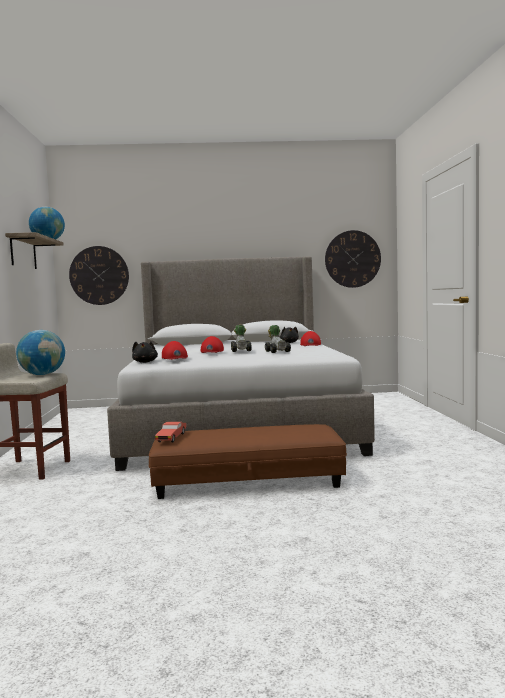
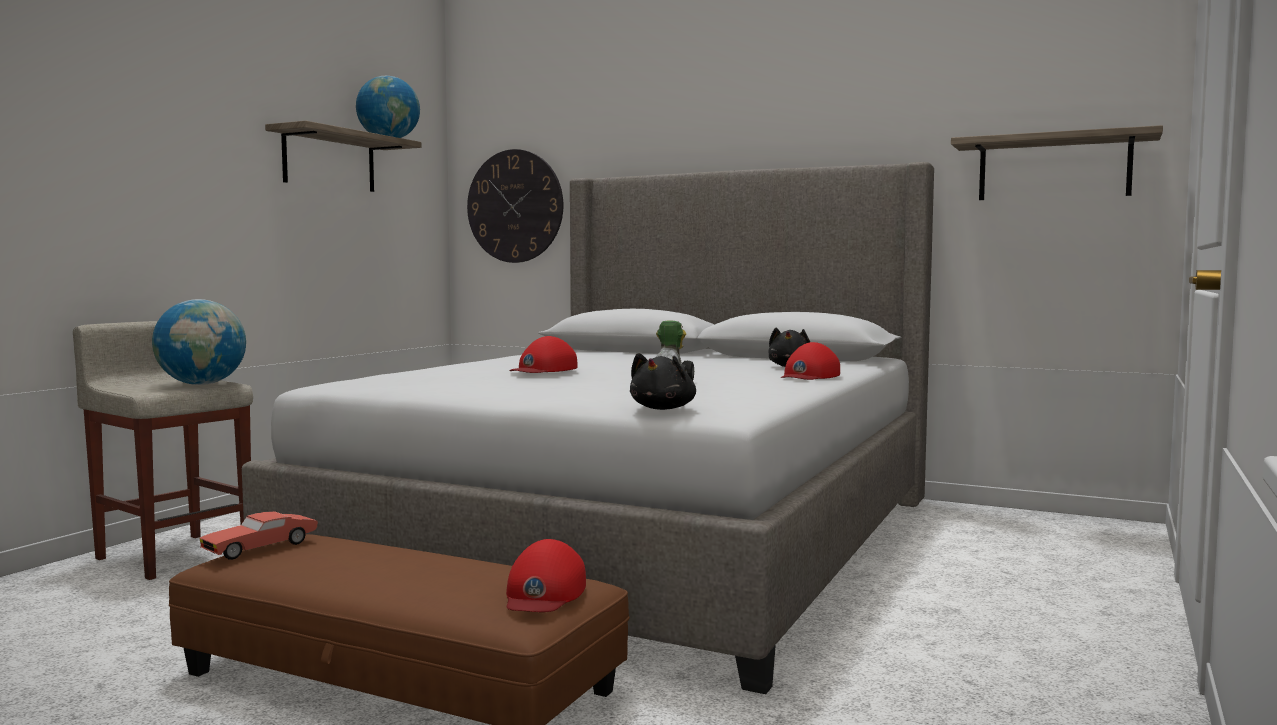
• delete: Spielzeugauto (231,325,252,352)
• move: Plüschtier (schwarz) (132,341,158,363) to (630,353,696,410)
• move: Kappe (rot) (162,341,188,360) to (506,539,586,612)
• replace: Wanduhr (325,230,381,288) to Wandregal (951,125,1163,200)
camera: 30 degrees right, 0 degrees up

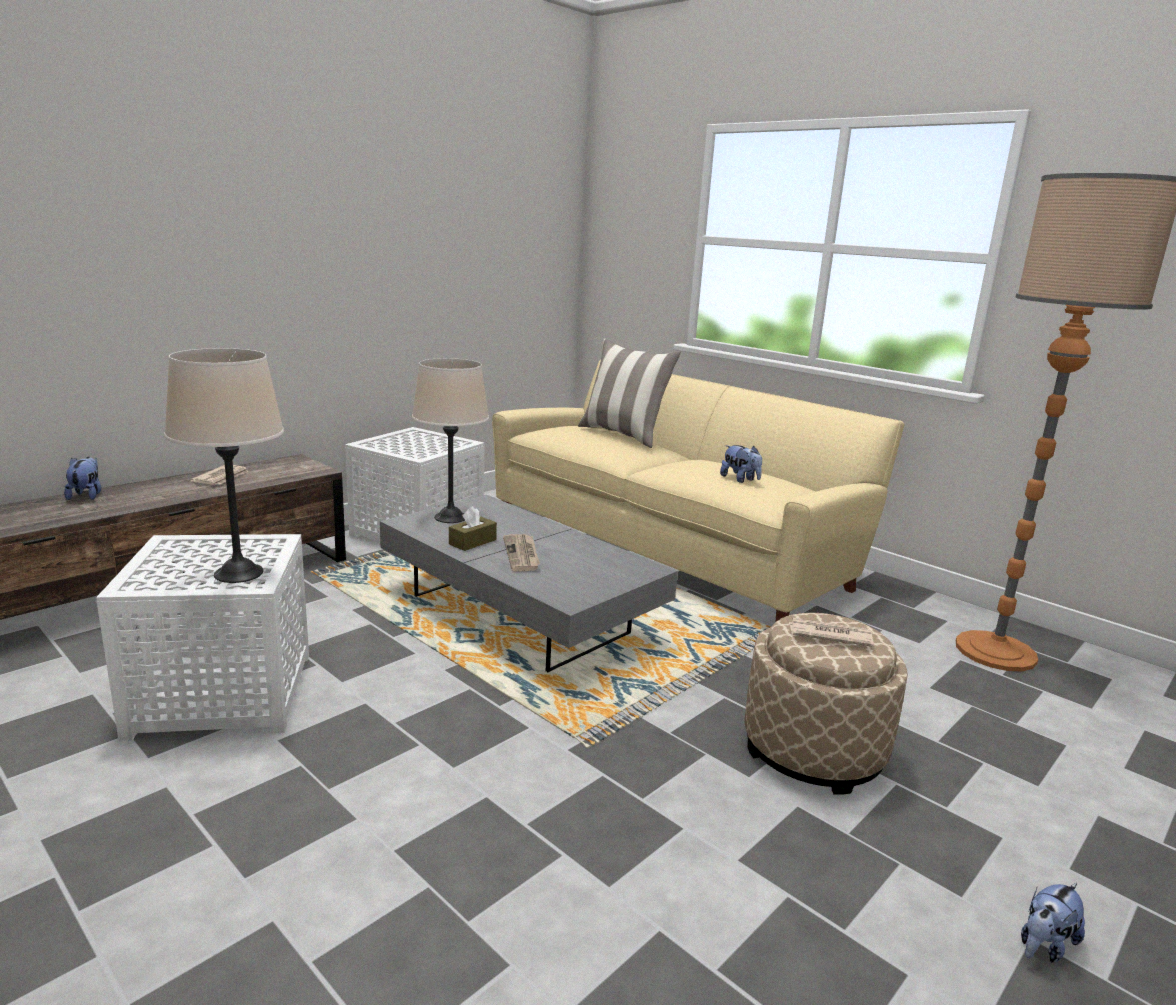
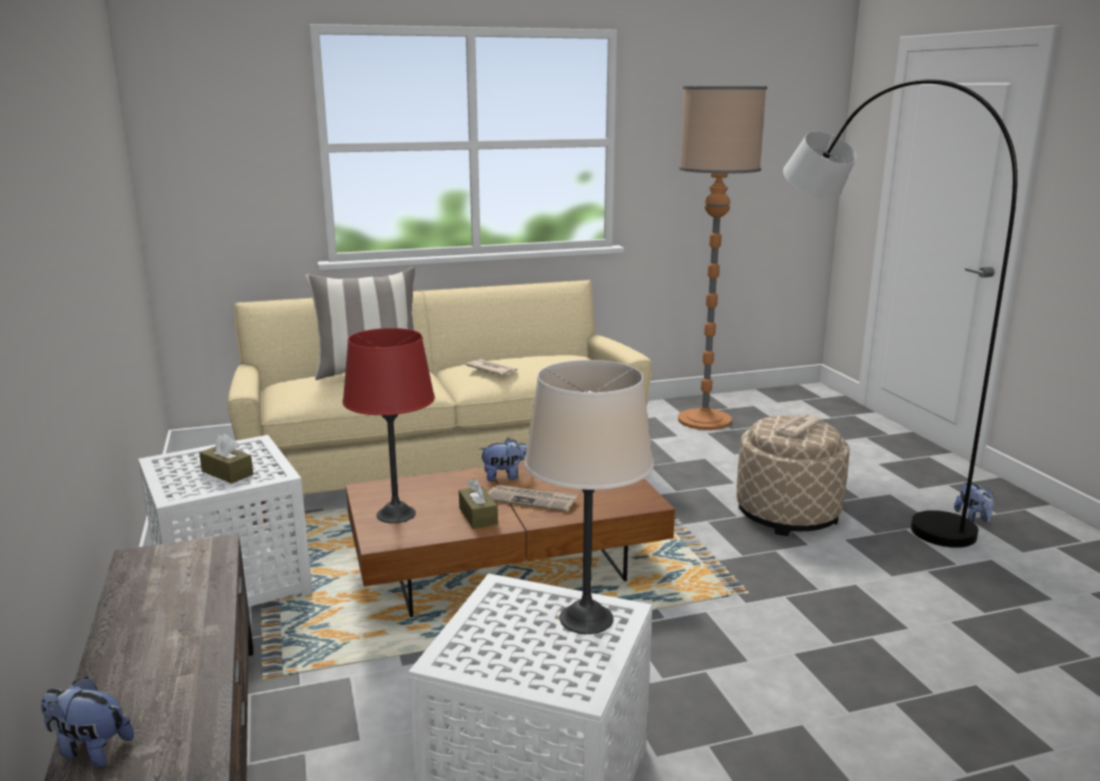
• insert: Taschentuchbox (braun) (199,434,253,484)
• insert: Stehlampe (grau) (783,79,1017,548)
• move: Zeitung (190,465,249,485) to (466,359,518,375)
• move: Plüschtier (720,445,762,483) to (479,438,527,481)
• recolor: Couchtisch (grau) (380,495,678,672) to Couchtisch (braun) (346,462,675,617)
• recolor: Tischlampe (beige) (412,358,489,523) to Tischlampe (rot) (343,328,435,523)
camera: 60 degrees left, 0 degrees up

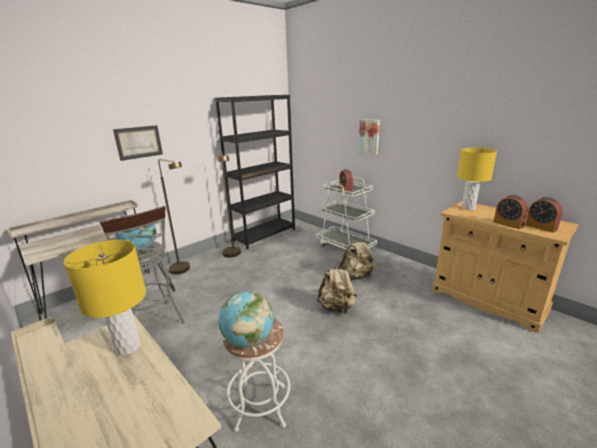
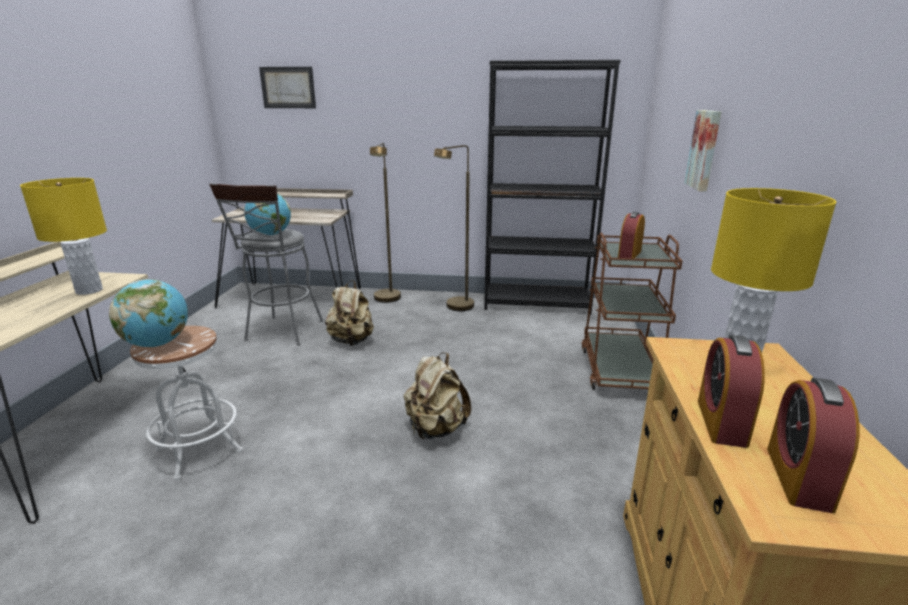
• move: Bild (113,125,163,161) to (259,67,316,108)
• move: Rucksack (beige) (338,238,375,280) to (325,280,374,346)
• recolor: Rollwagen (weiß) (315,177,377,250) to Rollwagen (braun) (581,233,682,390)
camera: 50 degrees right, 0 degrees up

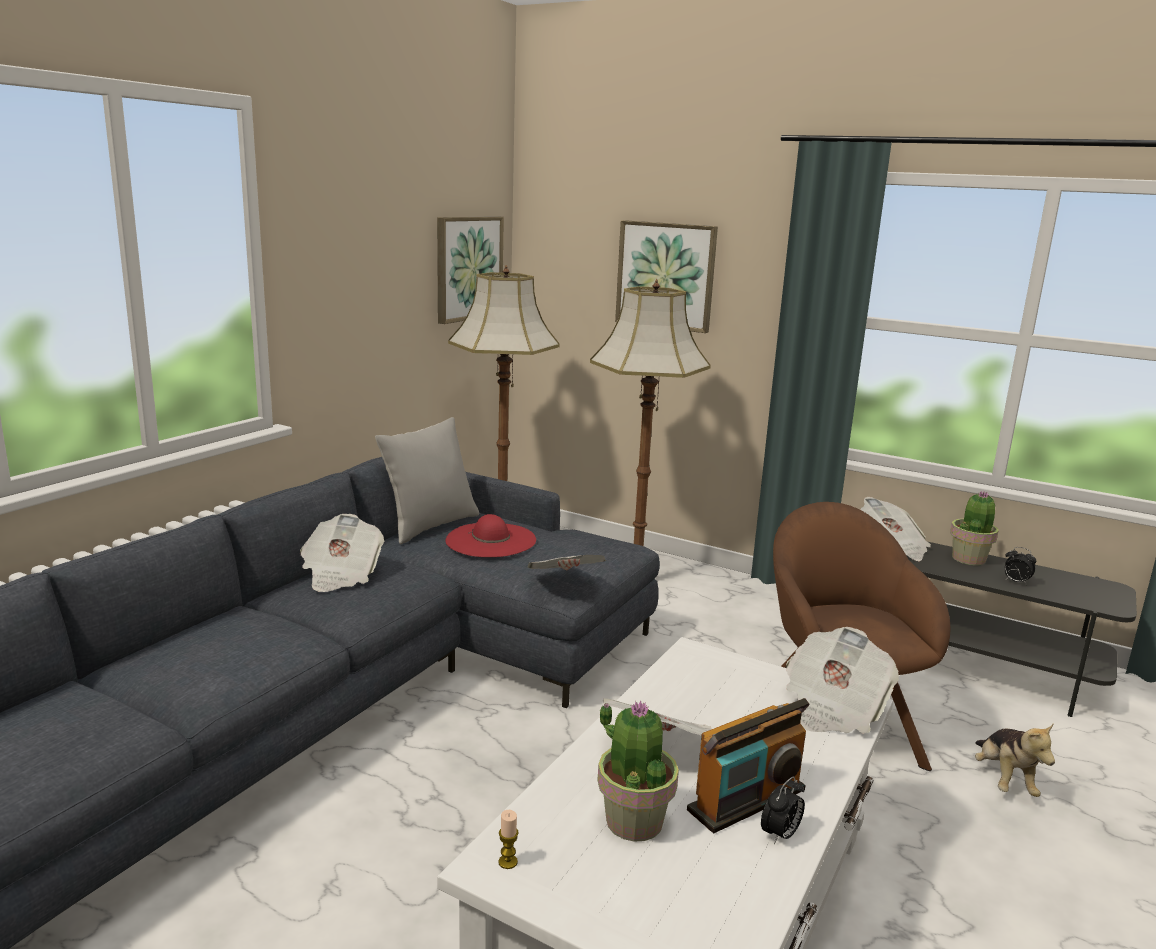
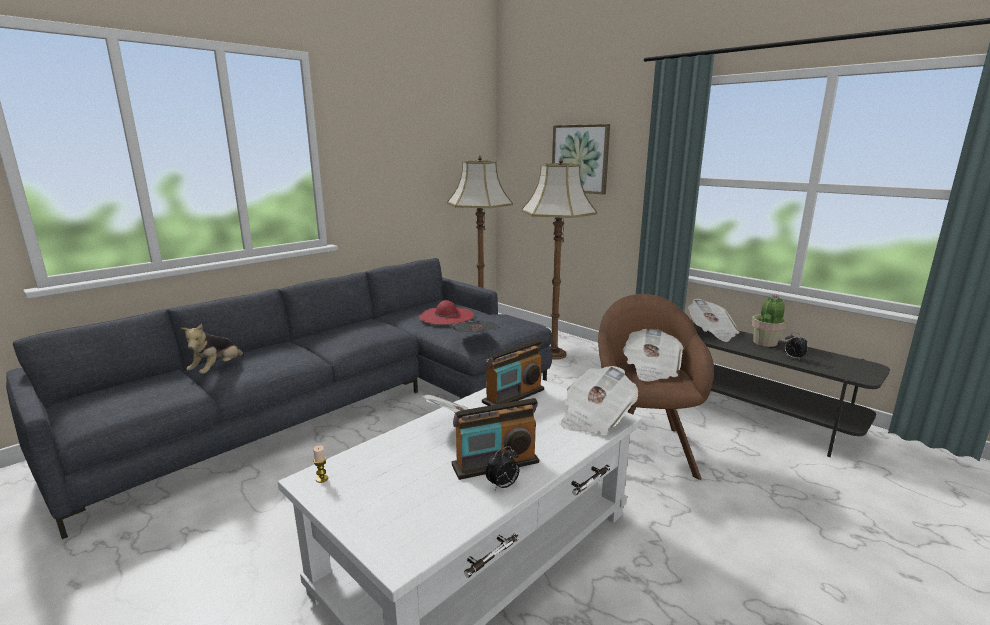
• delete: Kissen (grau) (375,417,479,544)
• delete: Bild (437,216,504,324)
• delete: Topfpflanze (598,701,679,842)
• insert: Radio (482,339,544,406)
• move: Zeitung (300,514,384,592) to (623,329,683,382)
• move: Plüschtier (975,724,1055,797) to (181,324,245,374)
camera: 15 degrees right, 0 degrees up

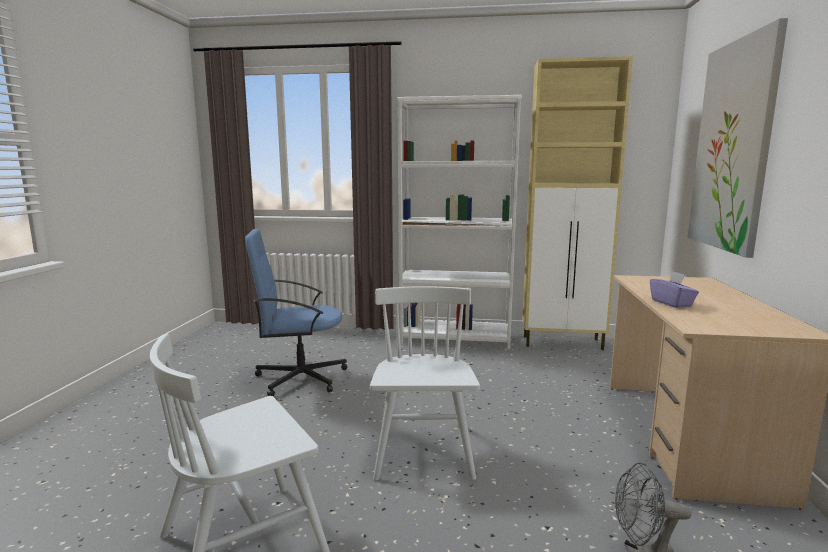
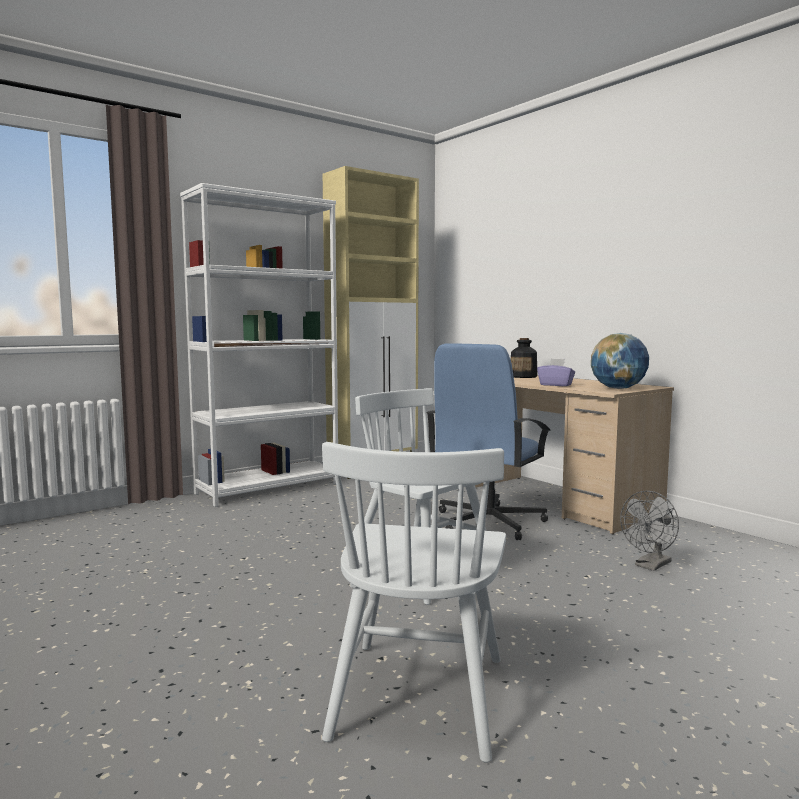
• delete: Bild (688,18,788,258)
• insert: Flasche (511,338,537,378)
• insert: Globus (591,333,649,389)
• move: Bürostuhl (blau) (245,229,347,396) to (426,343,550,540)
camera: 45 degrees left, 5 degrees down

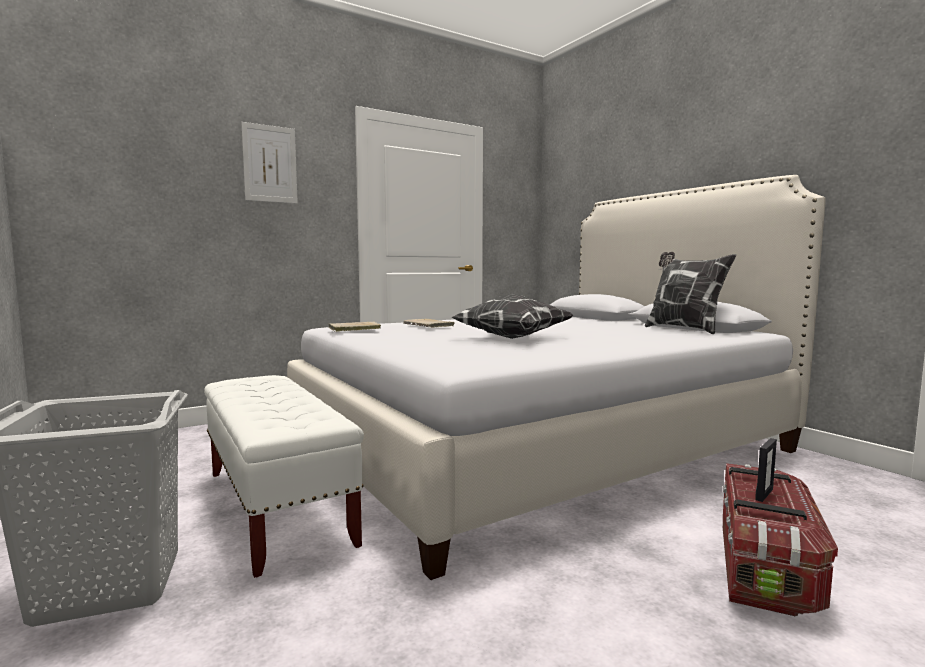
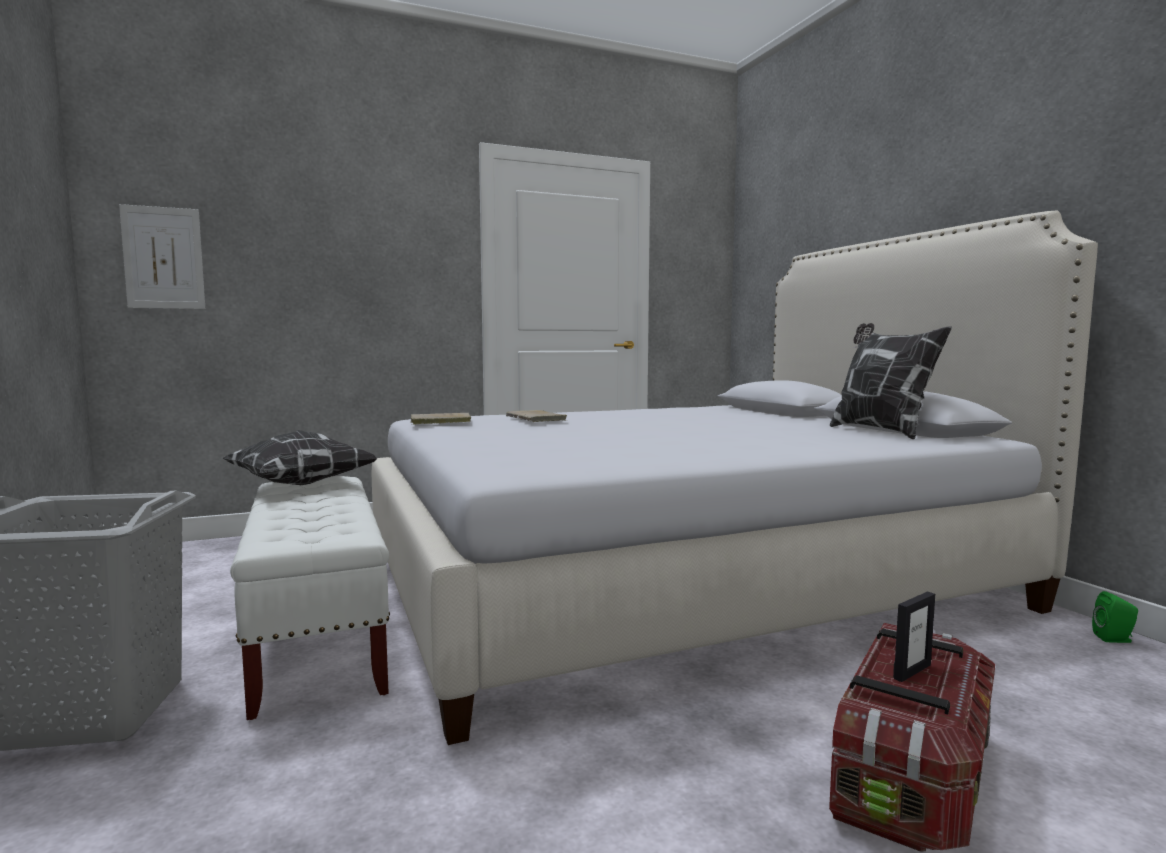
• insert: Lautsprecher (grün) (1092,591,1138,643)
• move: Bild (241,122,298,203) to (119,204,205,309)
• move: Kissen (452,294,574,339) to (223,430,378,485)
camera: 10 degrees right, 0 degrees up

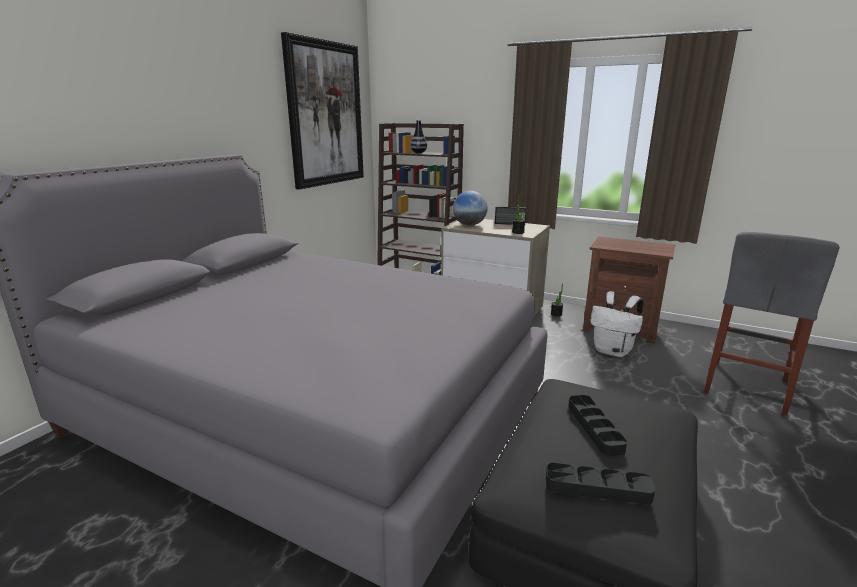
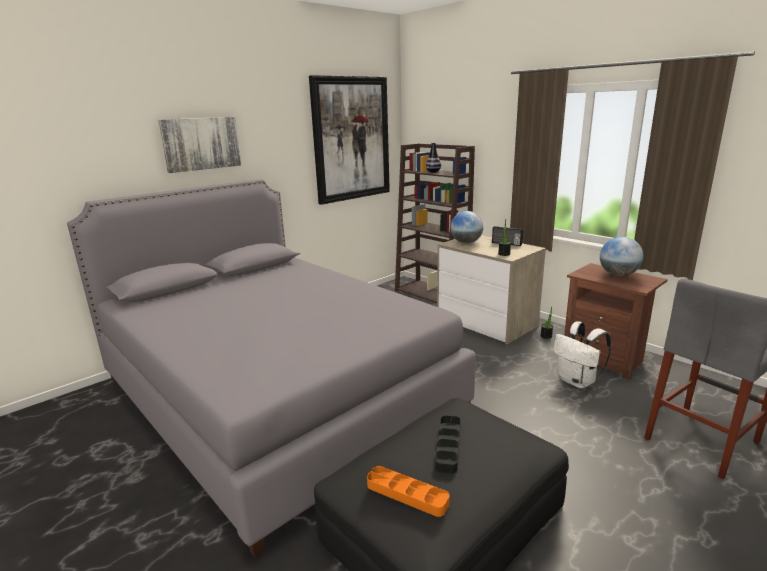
• insert: Bild (158,117,241,173)
• insert: Globus (600,237,644,276)
• recolor: Tablett (schwarz) (546,462,655,504) to Tablett (orange) (367,466,450,517)
camera: 20 degrees right, 0 degrees up

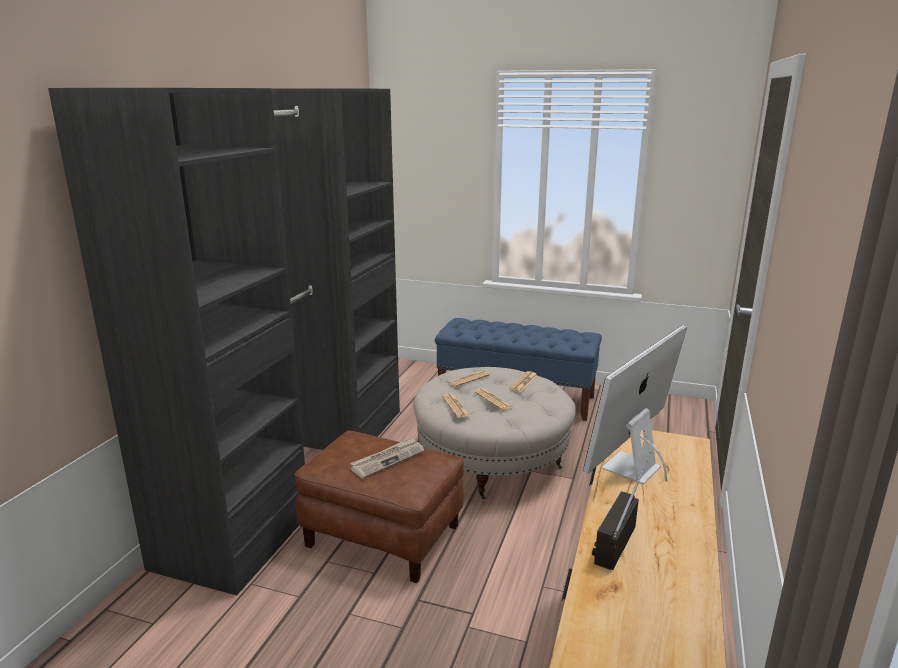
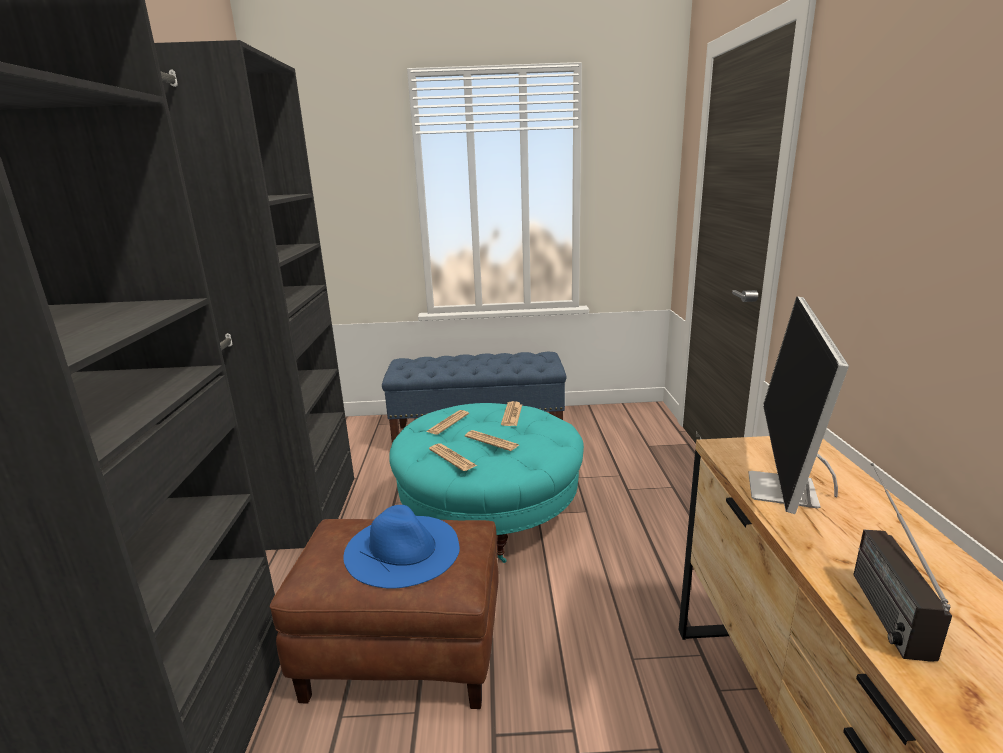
• replace: Zeitung (350,437,424,479) to Hut (blau) (343,505,460,589)
• recolor: Polsterhocker (beige) (413,367,576,499) to Polsterhocker (türkis) (389,403,584,563)
camera: 20 degrees left, 0 degrees up

